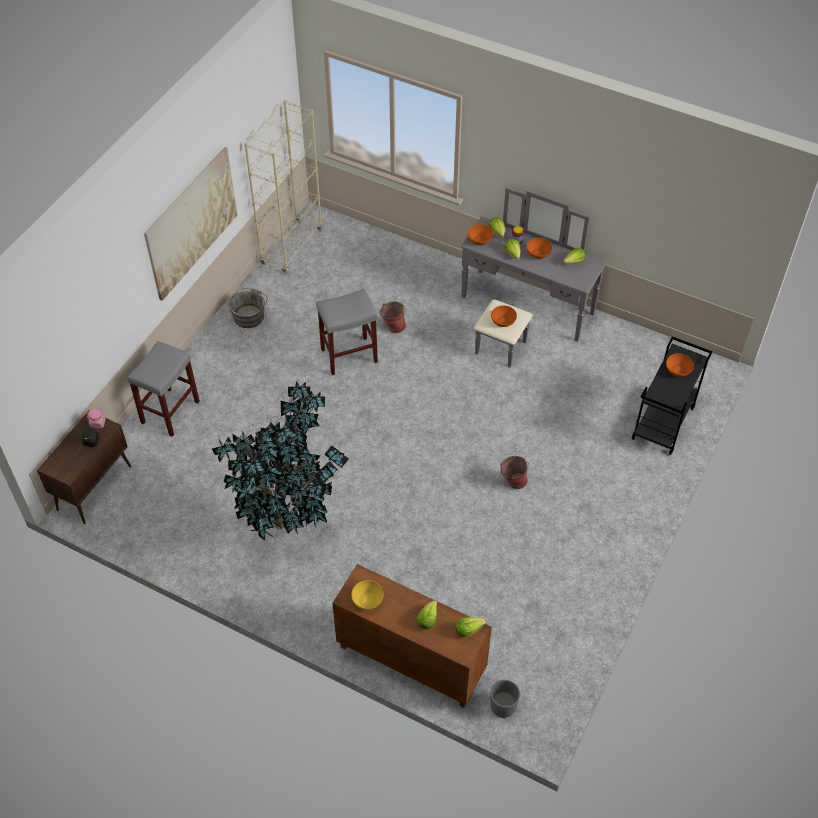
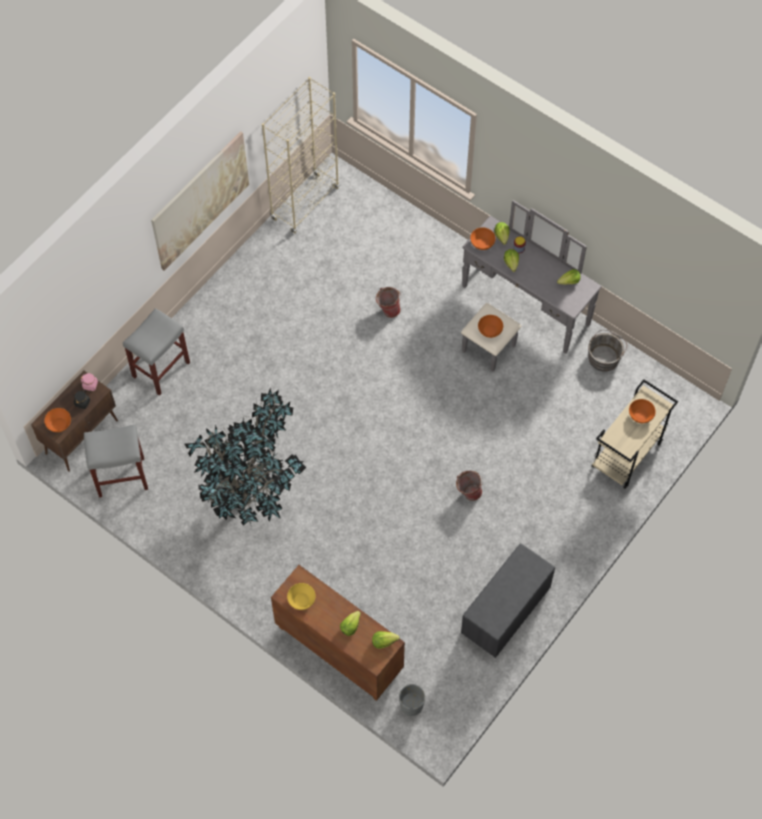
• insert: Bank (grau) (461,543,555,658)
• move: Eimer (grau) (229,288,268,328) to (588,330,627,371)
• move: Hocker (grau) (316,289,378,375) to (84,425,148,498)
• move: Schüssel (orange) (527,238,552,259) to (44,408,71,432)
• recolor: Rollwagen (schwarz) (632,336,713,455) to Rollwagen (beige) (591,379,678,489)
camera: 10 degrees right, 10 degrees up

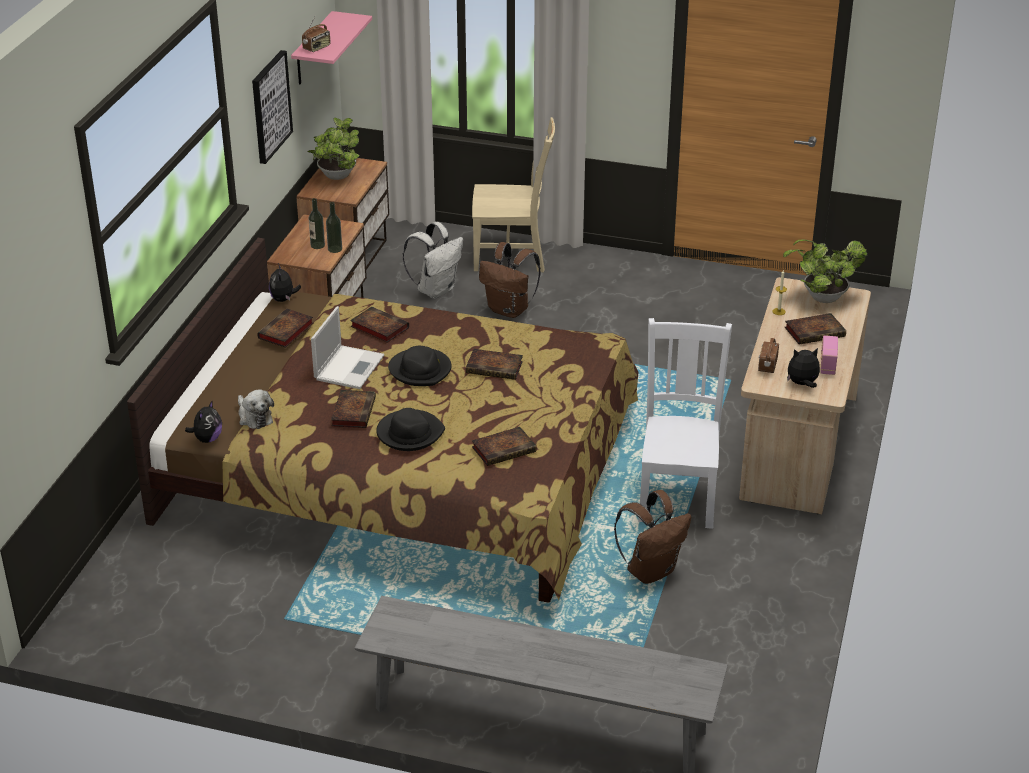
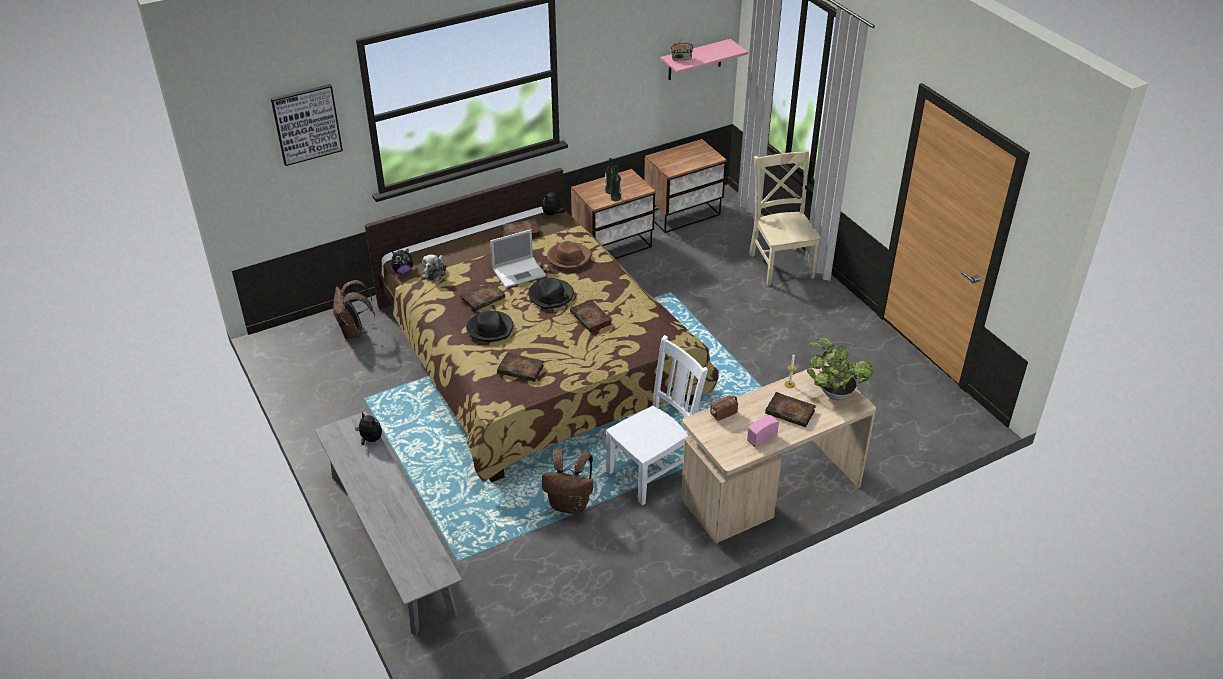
• delete: Topfpflanze (308,117,359,180)
• delete: Rucksack (weiß) (403,222,463,299)
• move: Bild (252,50,293,164) to (271,84,343,166)
• move: Rucksack (braun) (479,242,541,318) to (333,280,375,339)
• move: Plüschtier (787,348,820,388) to (355,412,382,445)
• replace: Buch (350,306,409,343) to Hut (braun) (547,241,592,270)
• rotate: Stuhl (beige) (472,117,555,272) = (749,149,821,285) 150 degrees counterclockwise
camera: 45 degrees right, 5 degrees up

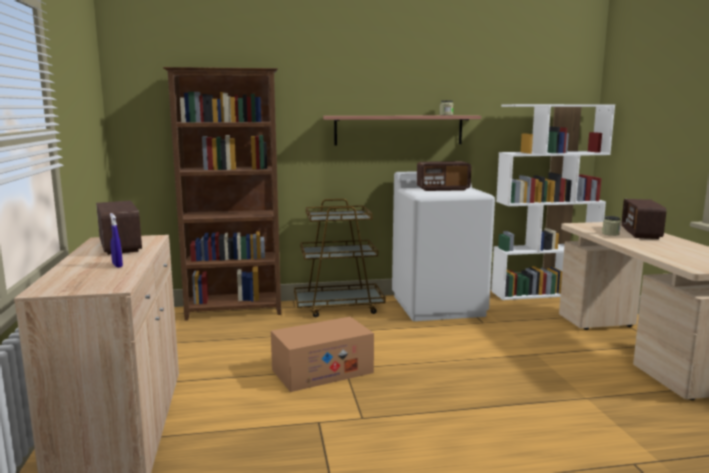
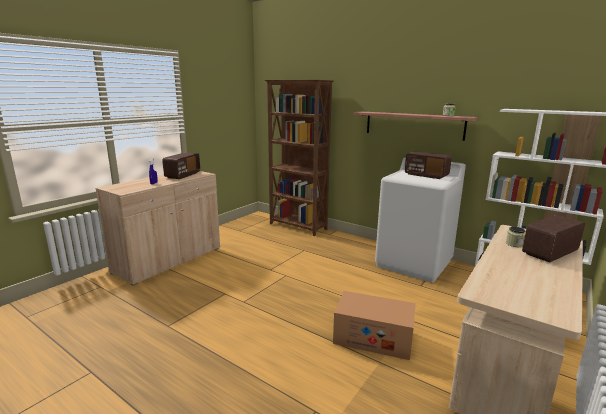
• delete: Rollwagen (braun) (294,199,386,317)
• move: Karton (271,317,374,392) to (333,291,416,360)
camera: 45 degrees right, 5 degrees up

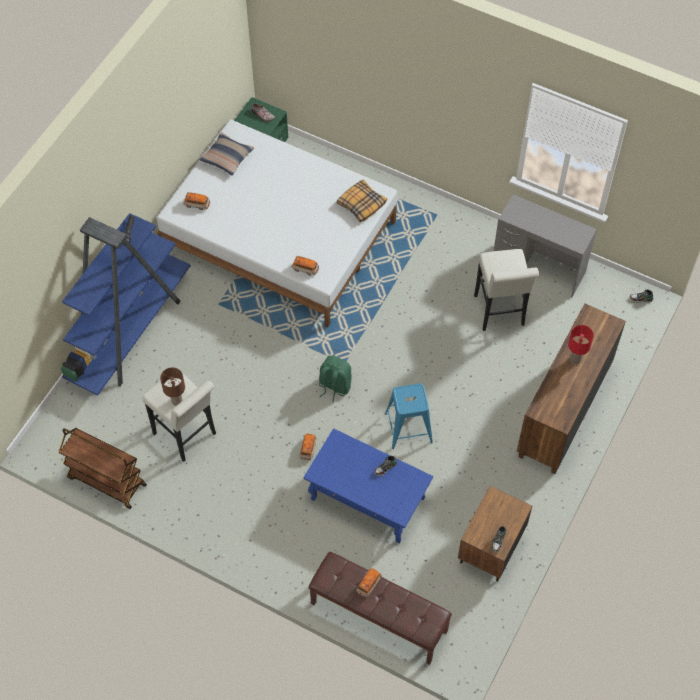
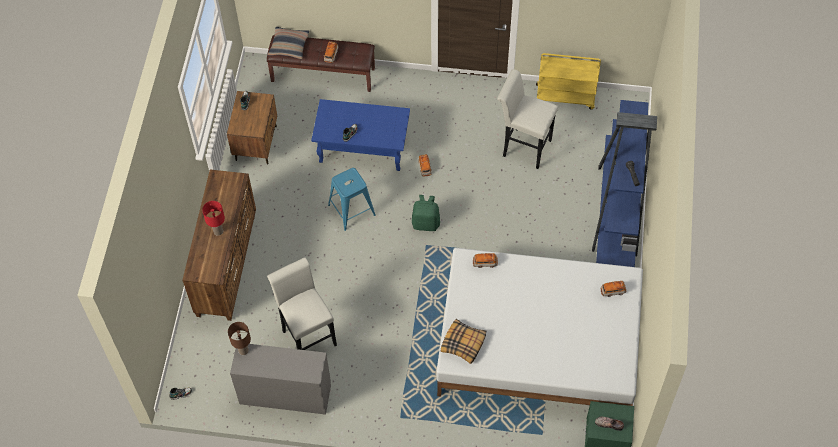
• move: Tischlampe (braun) (160,367,185,406) to (228,322,251,355)
• move: Kissen (200,132,254,176) to (268,27,309,59)
• recolor: Rollwagen (braun) (58,428,147,509) to Rollwagen (gelb) (536,53,601,110)
camera: 160 degrees right, 0 degrees up

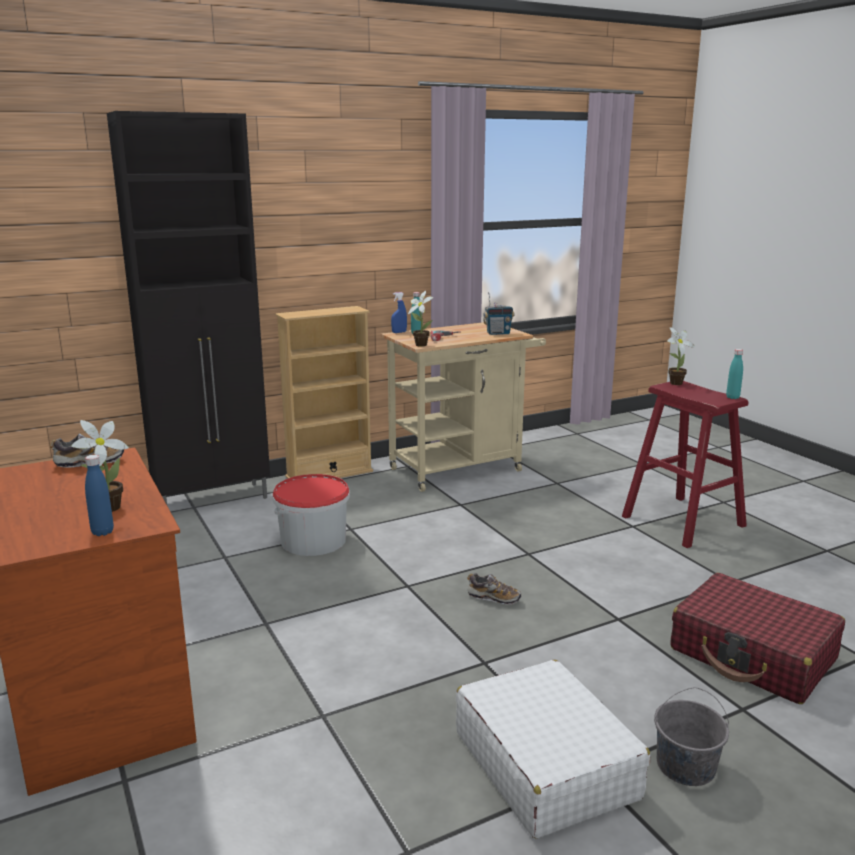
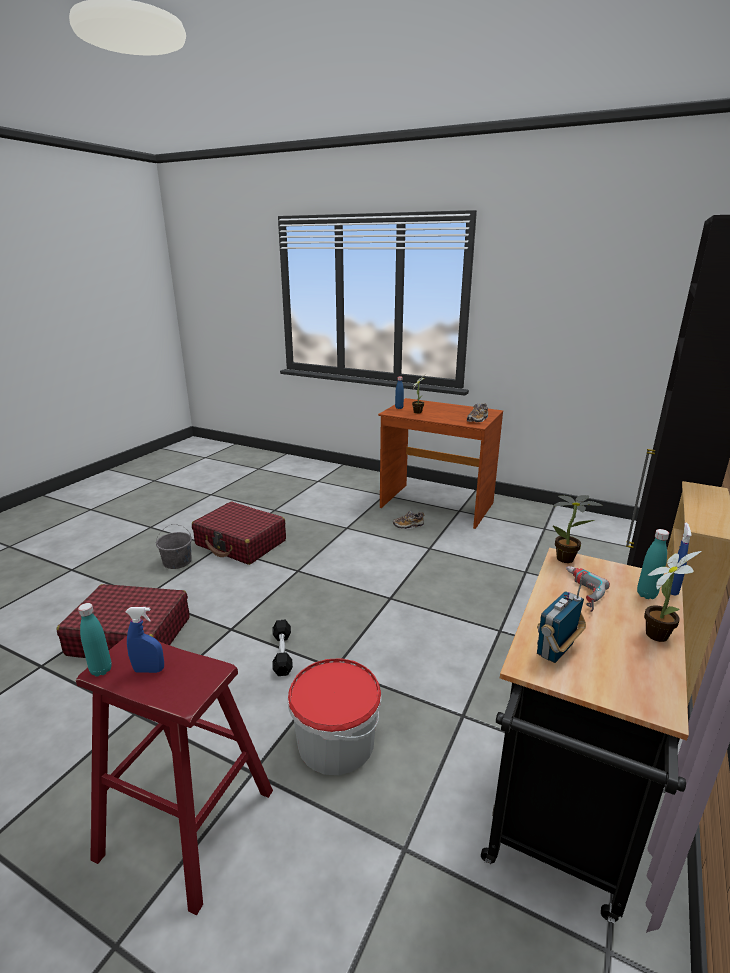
• insert: Sprühflasche (blau) (126,607,164,673)
• insert: Hantel (schwarz) (273,619,293,676)
• move: Eimer (273,474,350,556) to (288,658,381,775)
• move: Schuh (467,573,522,605) to (393,511,424,529)
• move: Topfpflanze (667,327,695,385) to (644,551,701,642)
• recolor: Rollwagen (beige) (381,322,546,492) to Rollwagen (schwarz) (481,548,689,924)
• recolor: Koffer (weiß) (456,660,650,838) to Koffer (rot) (192,501,286,565)
camera: 145 degrees right, 5 degrees up

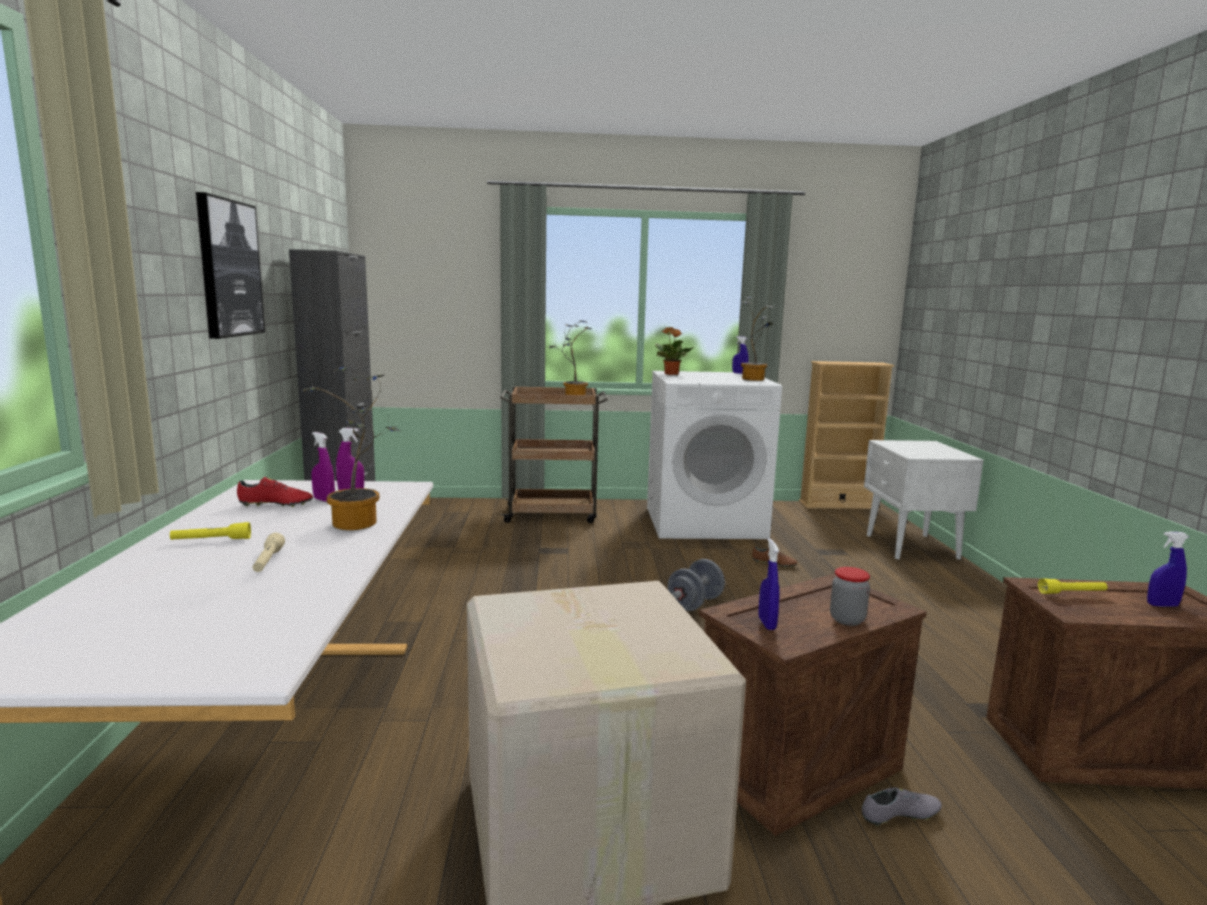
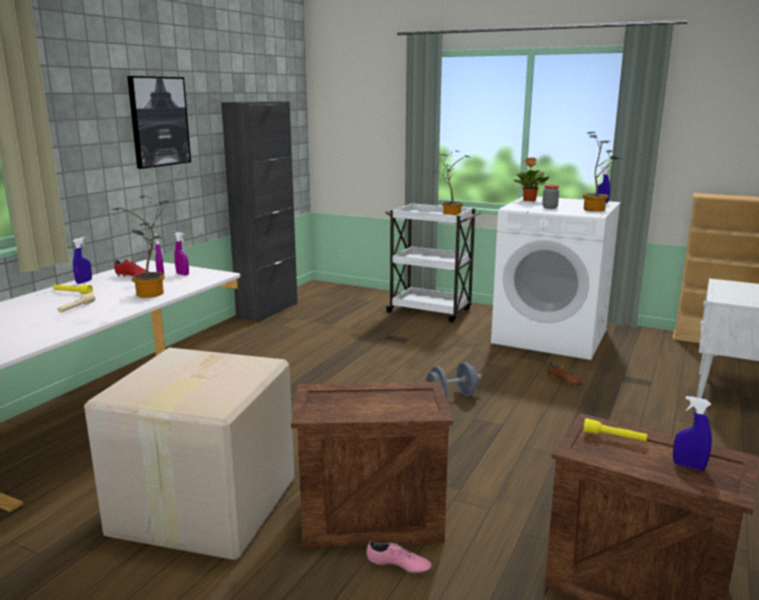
• move: Sprühflasche (blau) (759,539,780,630) to (73,237,92,284)
• move: Vorratsglas (830,567,870,626) to (542,185,559,209)
• recolor: Rollwagen (braun) (500,386,608,523) to Rollwagen (weiß) (384,203,481,323)
• recolor: Schuh (grau) (862,787,942,827) to Schuh (rosa) (366,541,432,575)
camera: 30 degrees right, 5 degrees up

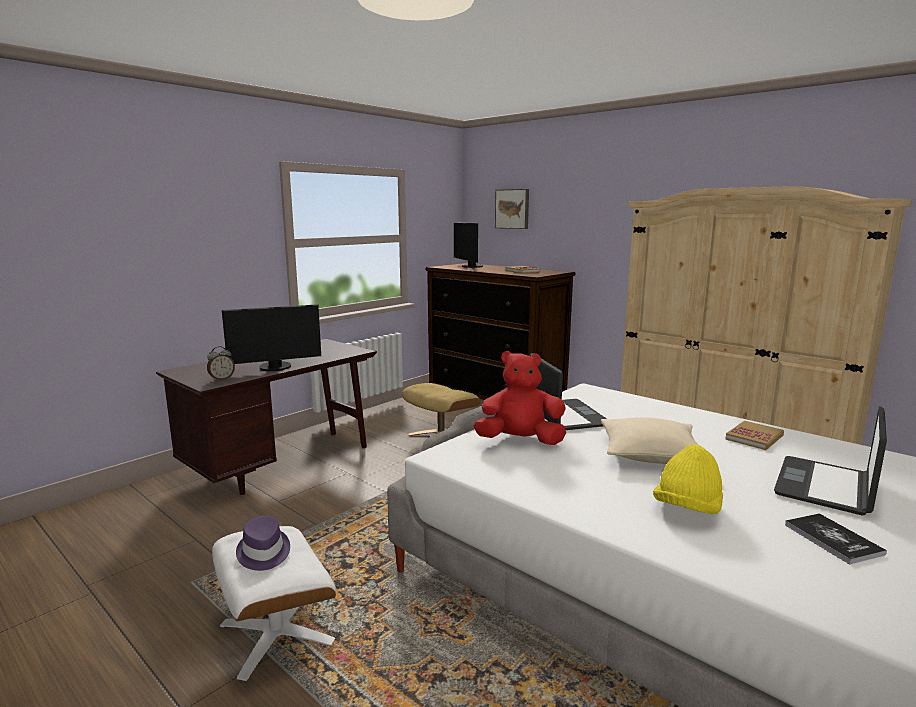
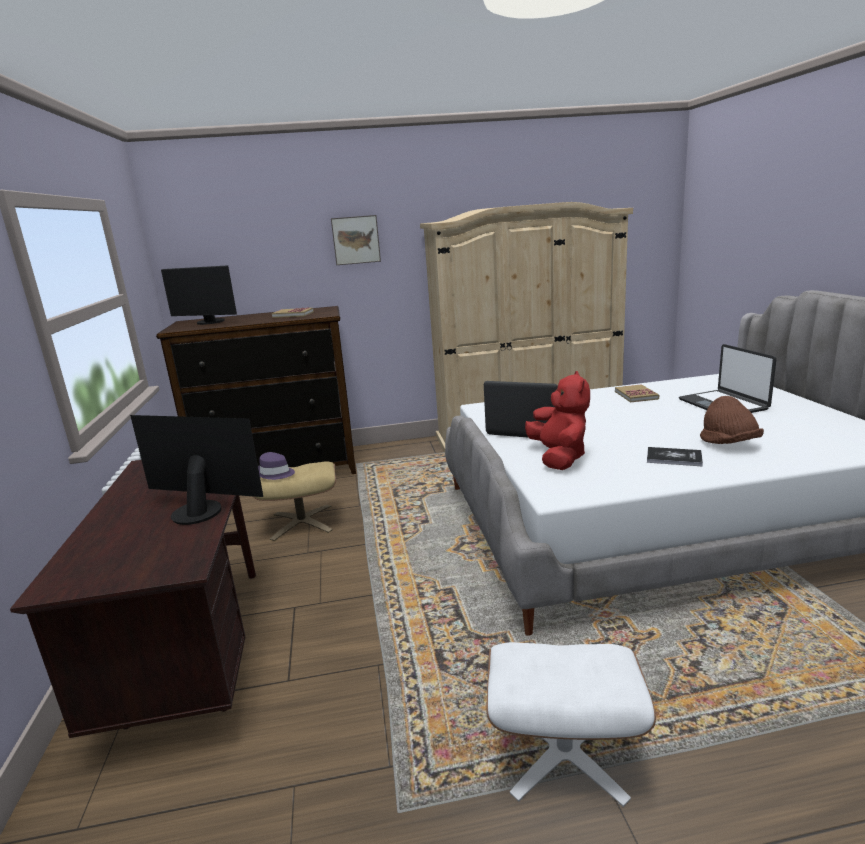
• delete: Wecker (207,346,235,381)
• delete: Kissen (beige) (601,417,698,464)
• move: Hut (lila) (236,516,290,571) to (258,452,295,480)
• move: Bild (495,189,529,229) to (331,215,381,265)
• move: Buch (785,513,887,565) to (647,447,703,467)
• recolor: Hut (gelb) (653,444,723,514) to Hut (braun) (700,396,764,444)
• rotate: Monitor (222,304,321,371) = (130,415,263,525) 90 degrees counterclockwise
• rotate: Plüschtier (rot) (473,351,566,445) = (525,371,590,470) 135 degrees clockwise
camera: 50 degrees left, 5 degrees up

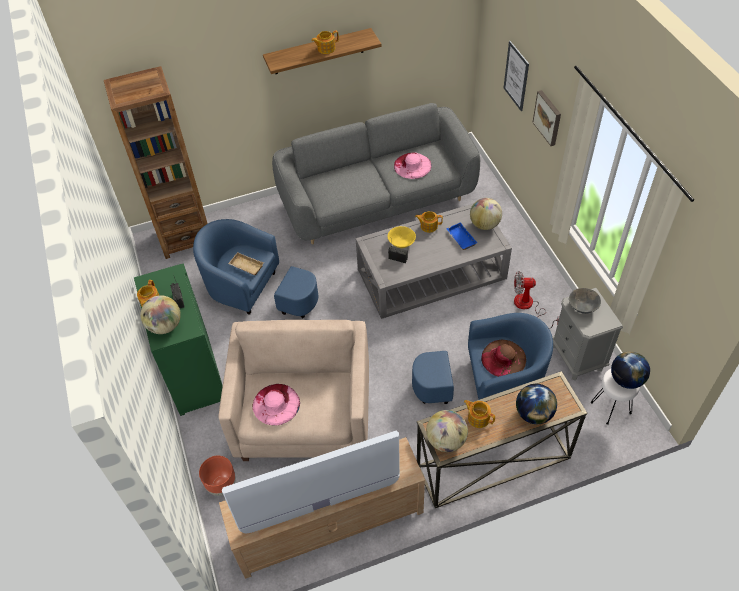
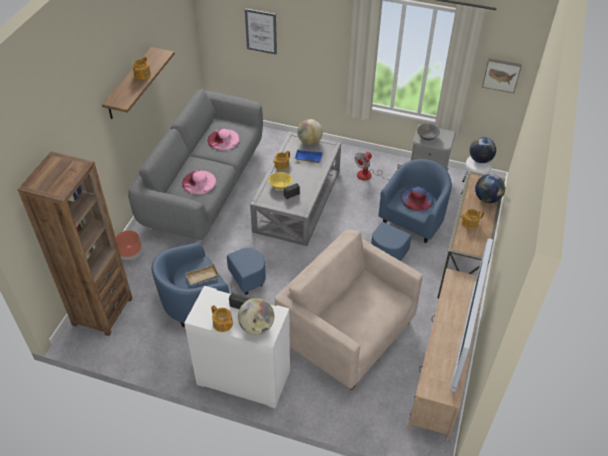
• delete: Globus (426,410,468,452)
• move: Pflanzkübel (braun) (199,456,236,496) to (116,230,142,261)
• move: Hut (rosa) (252,384,300,426) to (182,171,216,194)
• move: Bild (532,90,561,146) to (482,58,522,93)
• recolor: Schrank (grün) (134,263,223,416) to Schrank (weiß) (184,286,290,409)
• recolor: Hut (braun) (481,340,526,377) to Hut (blau) (400,186,434,211)
camera: 55 degrees left, 5 degrees down

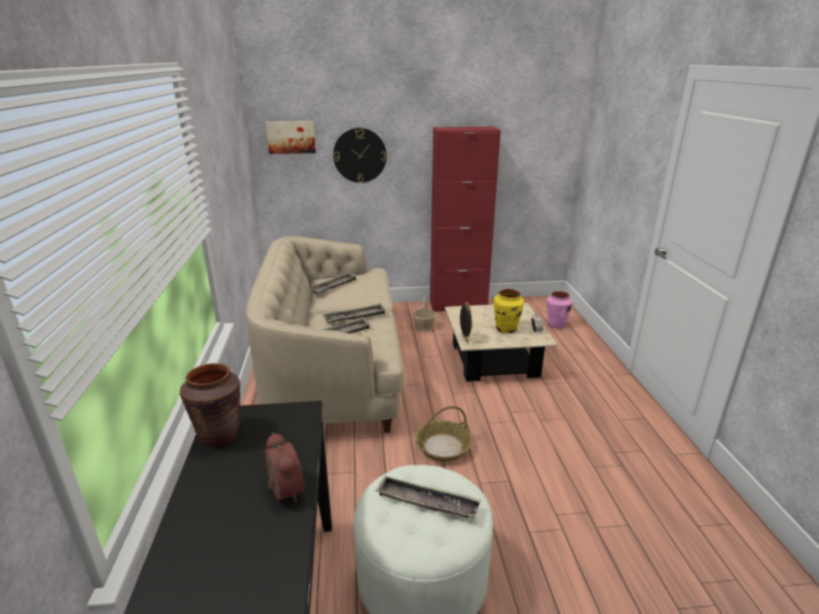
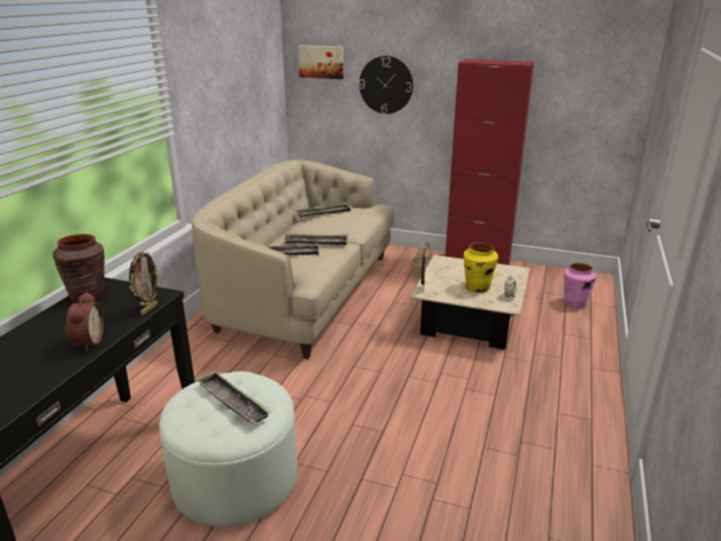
• delete: Korb (415,406,472,462)
• insert: Bilderrahmen (129,251,160,315)
camera: 25 degrees right, 0 degrees up

